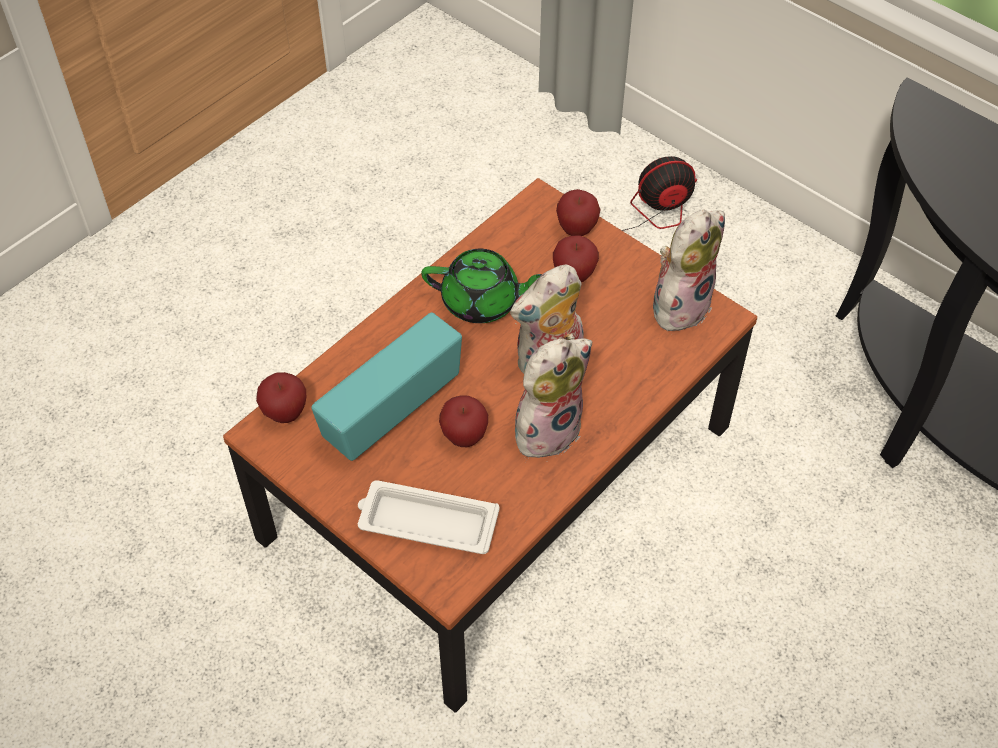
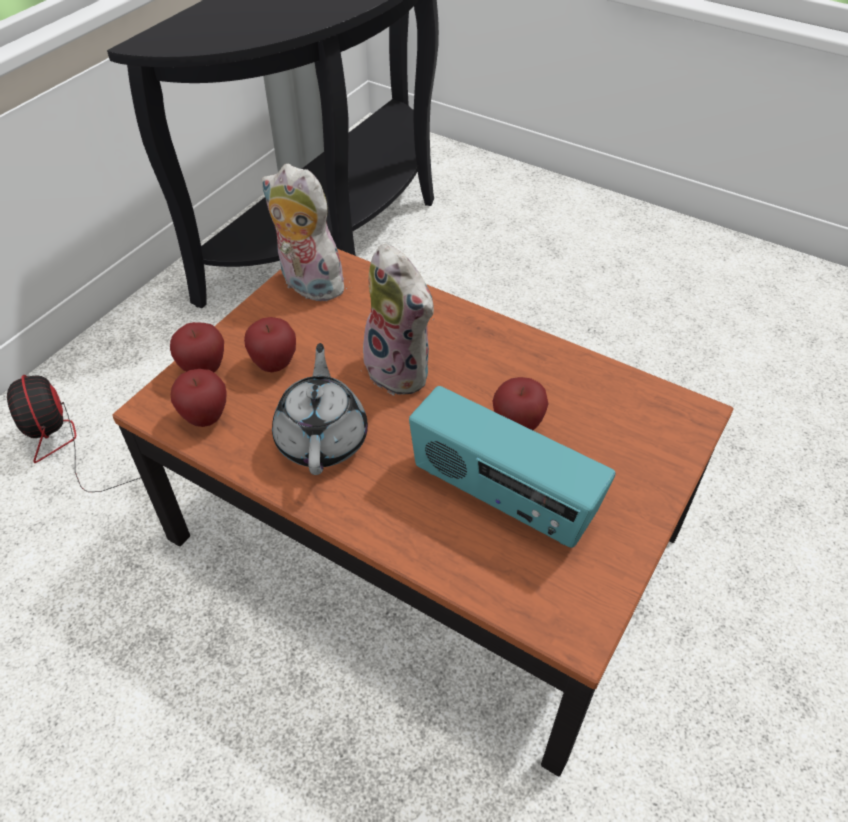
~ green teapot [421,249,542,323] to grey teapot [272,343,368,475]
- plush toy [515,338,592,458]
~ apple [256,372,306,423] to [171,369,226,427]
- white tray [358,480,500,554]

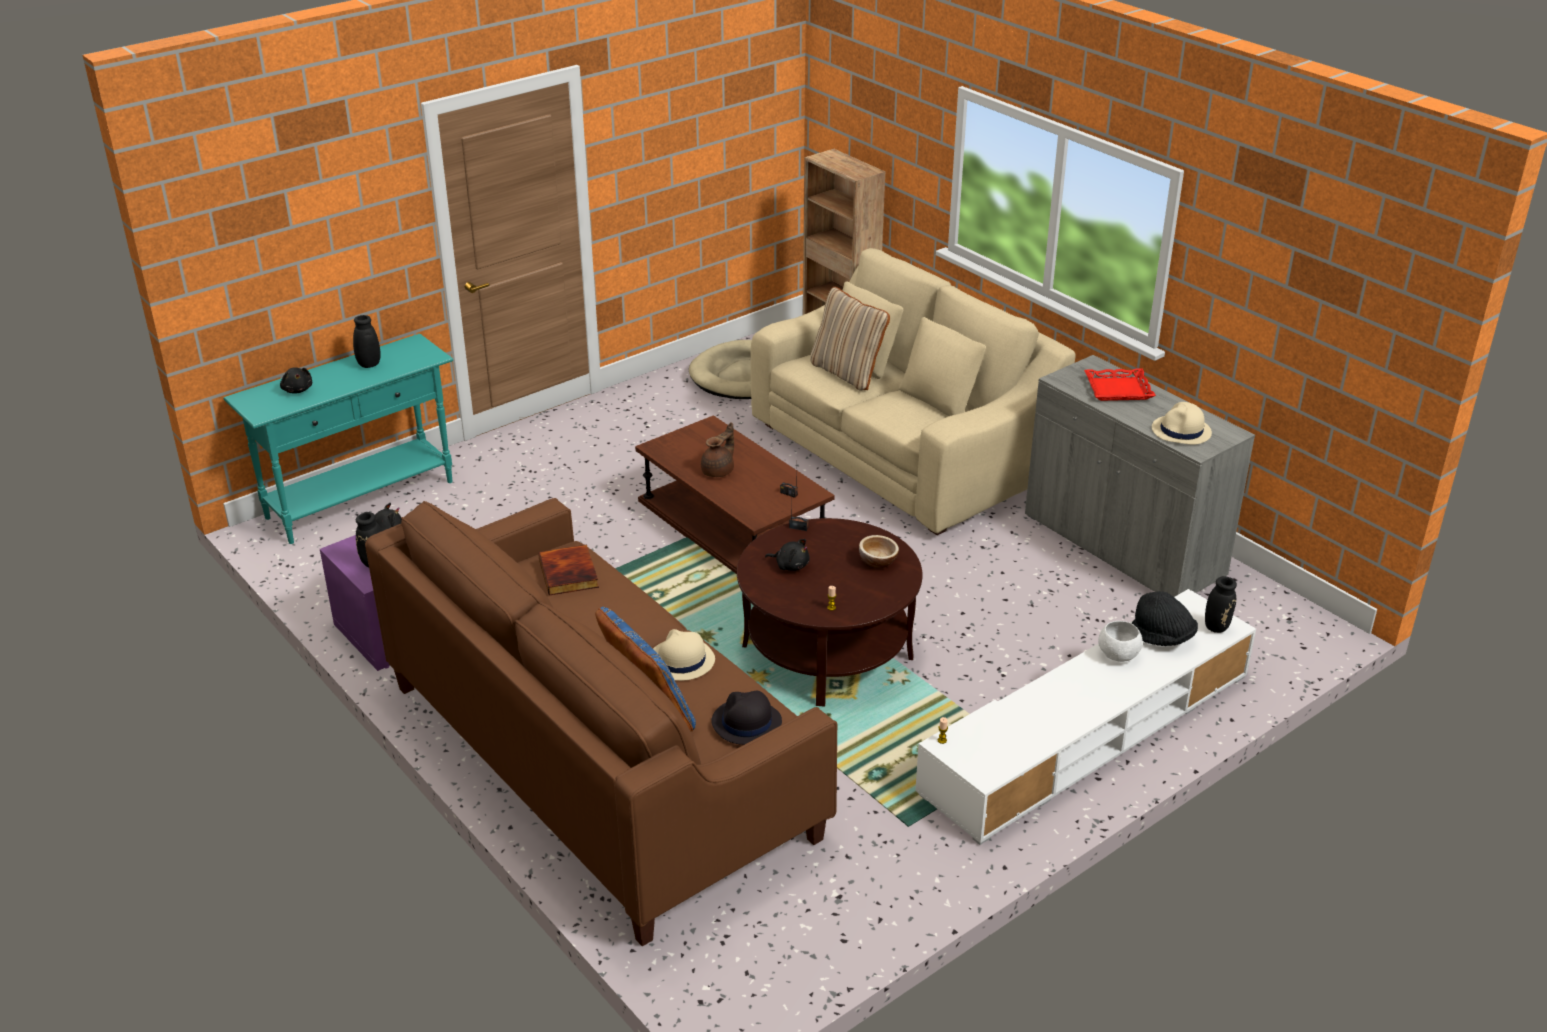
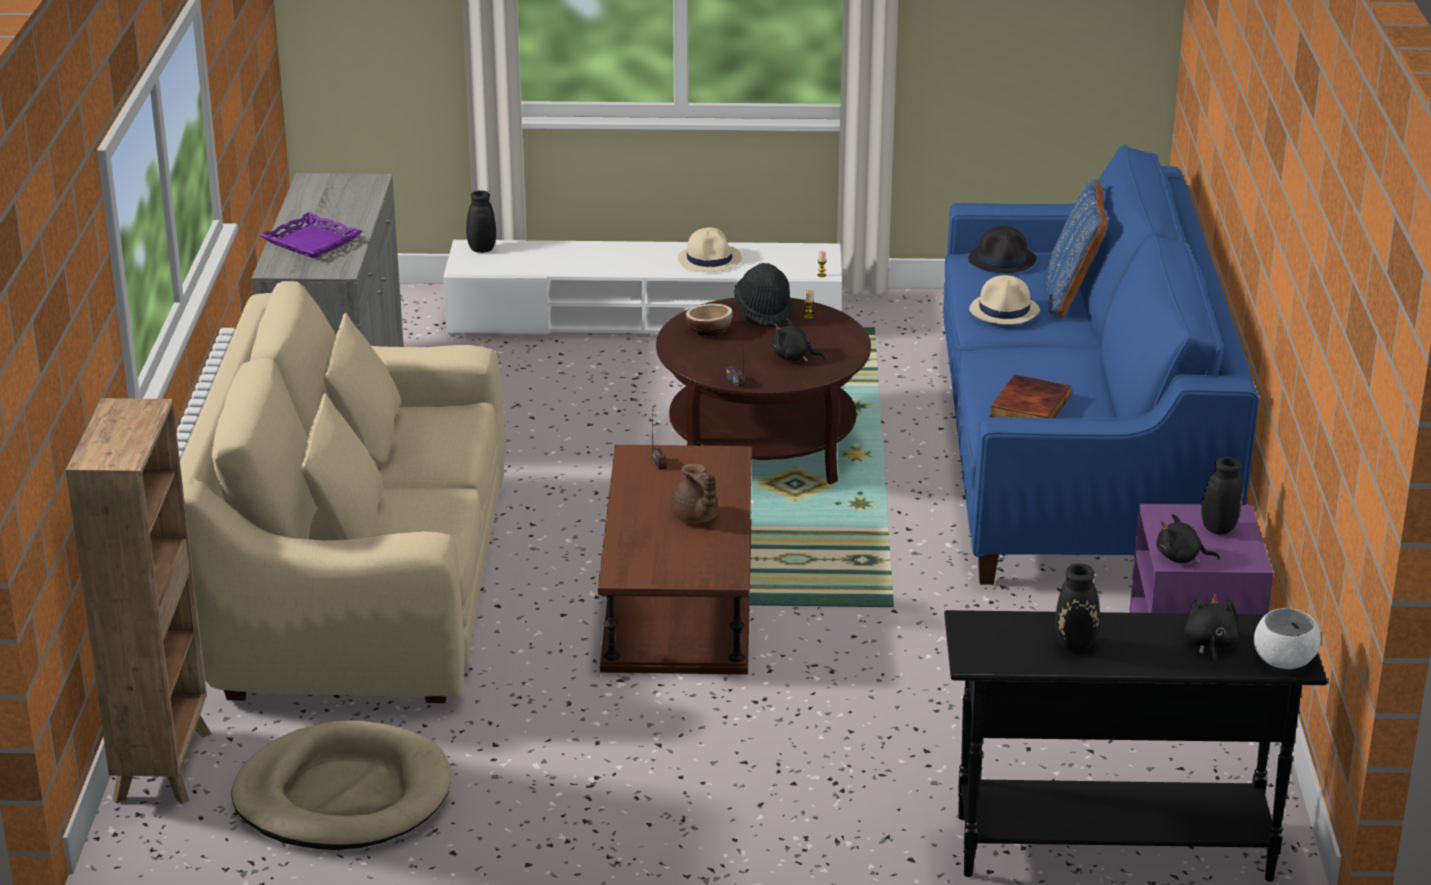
- beige pillow [810,287,890,391]
~ turquoise console table [223,334,453,544] to black console table [944,610,1327,882]
~ red tray [1084,368,1156,401] to purple tray [260,212,363,259]
~ beige hat [1152,402,1212,445] to [678,227,742,272]
~ brown teapot [701,423,734,477] = [670,464,718,523] 105 degrees counterclockwise
~ brown sofa [365,498,837,946] to blue sofa [943,145,1259,585]
~ black plush toy [765,539,810,571] = [772,318,826,362] 45 degrees counterclockwise
~ black hat [1132,591,1198,646] to [734,263,793,327]
~ white bowl [1098,621,1143,662] to [1254,608,1321,669]

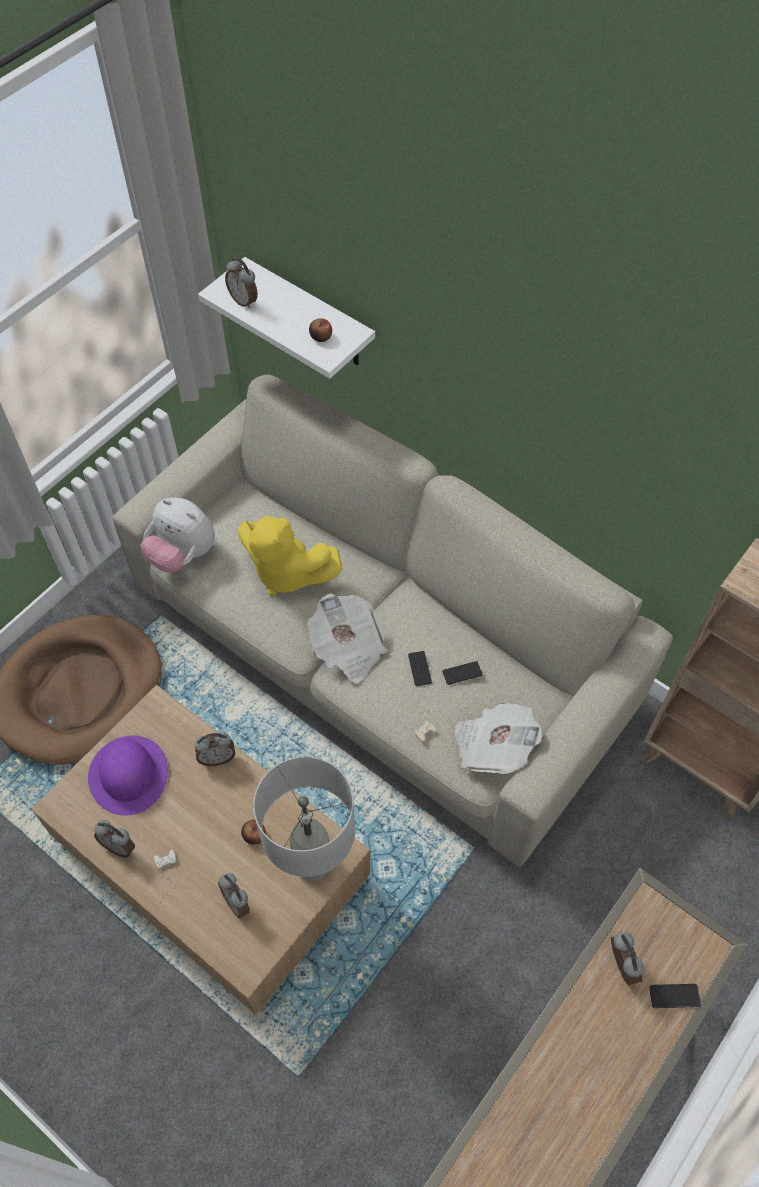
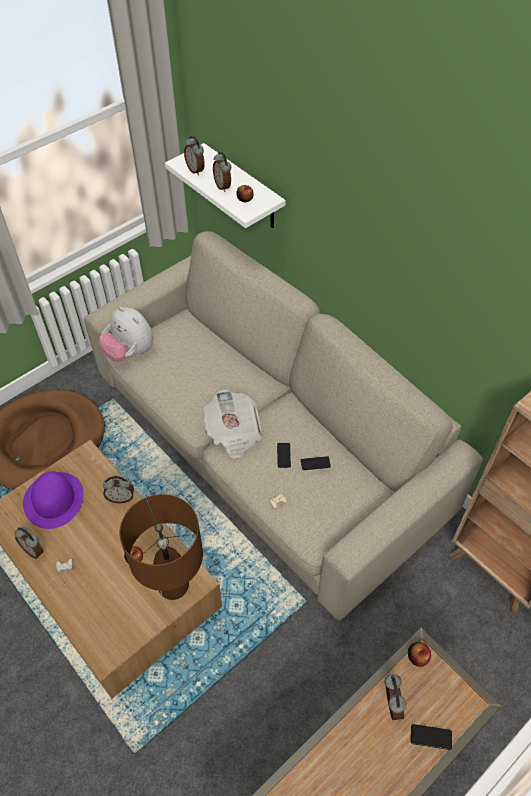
- yellow plush toy [238,516,343,596]
- newspaper [455,702,542,774]
~ grey table lamp [253,757,355,881] to brown table lamp [119,494,203,600]
~ alarm clock [218,873,250,919] to [213,152,231,192]
+ apple [408,642,431,667]

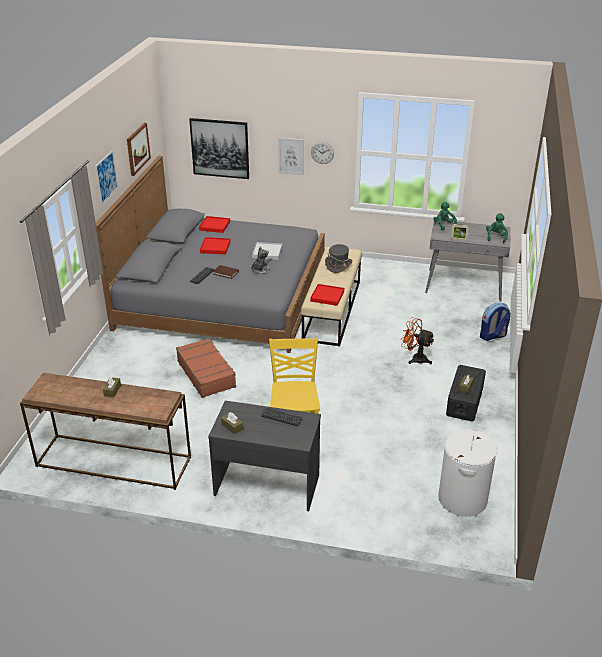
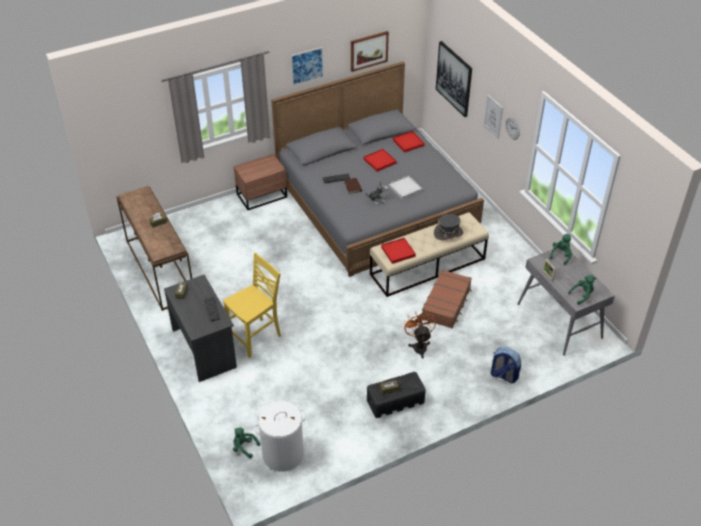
~ brown suitcase [176,338,236,398] to [422,269,472,328]
+ brown nightstand [234,154,287,210]
+ green plush toy [233,427,260,458]

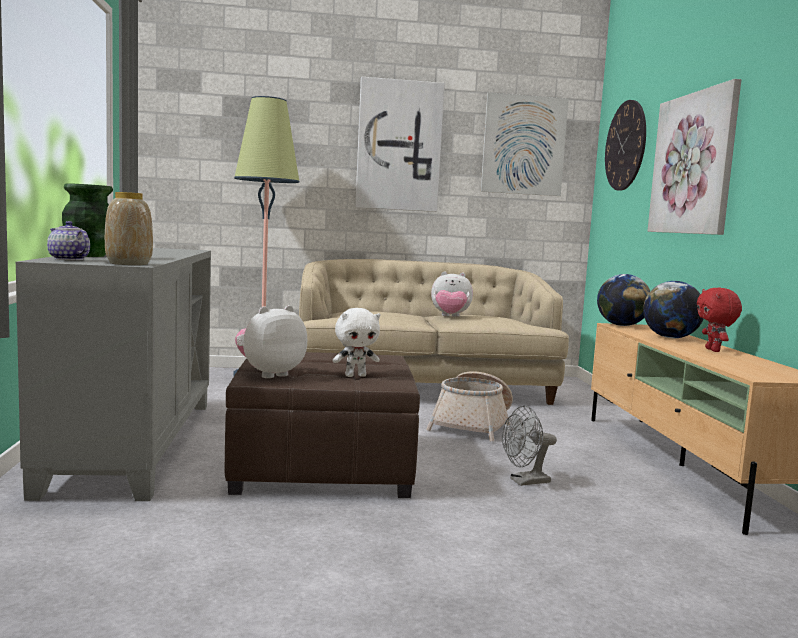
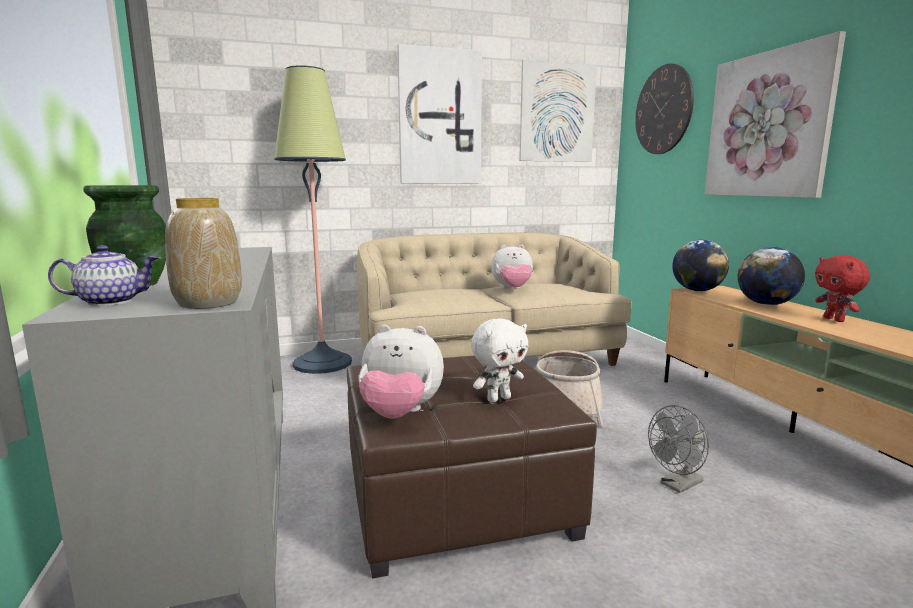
~ teapot [47,221,90,260] = [48,245,159,306] 135 degrees clockwise
~ plush toy [235,305,307,378] = [358,325,444,419] 120 degrees counterclockwise

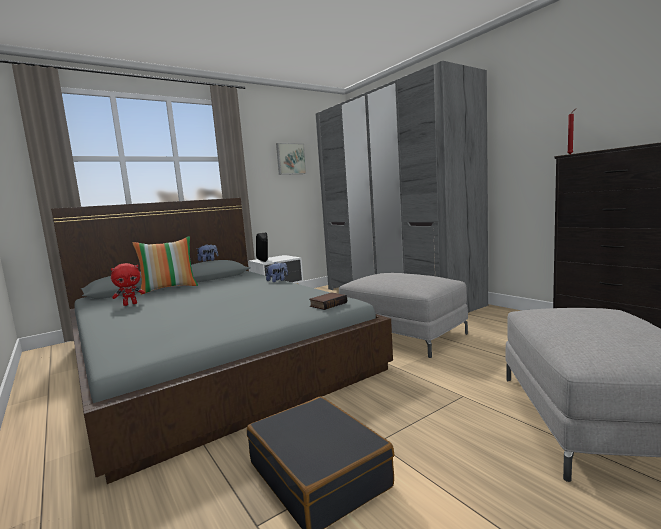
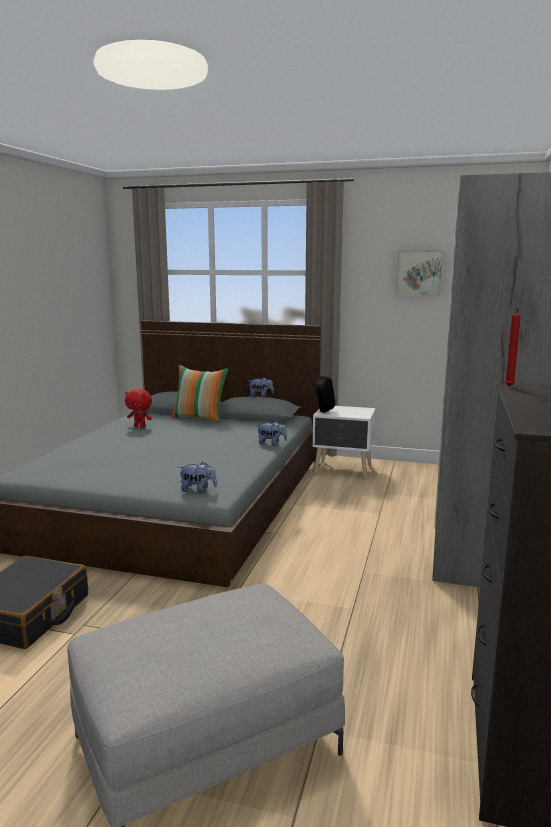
- grey ottoman [339,273,468,358]
~ book [309,292,347,310] to plush toy [179,461,217,493]

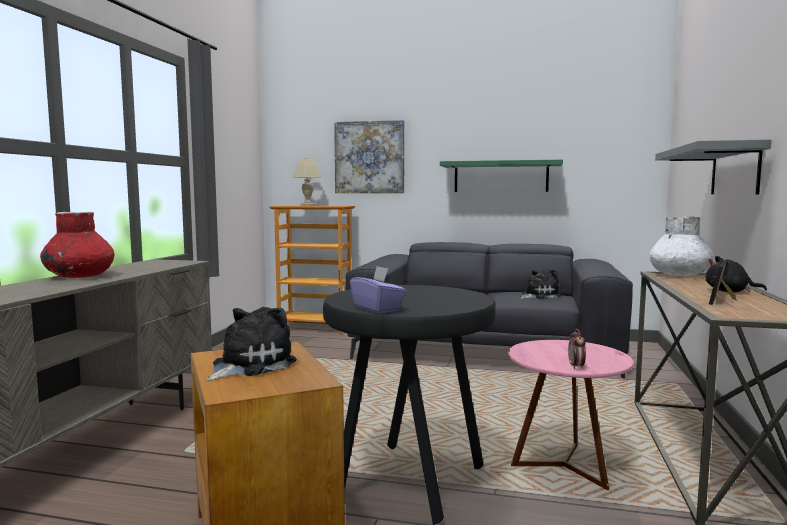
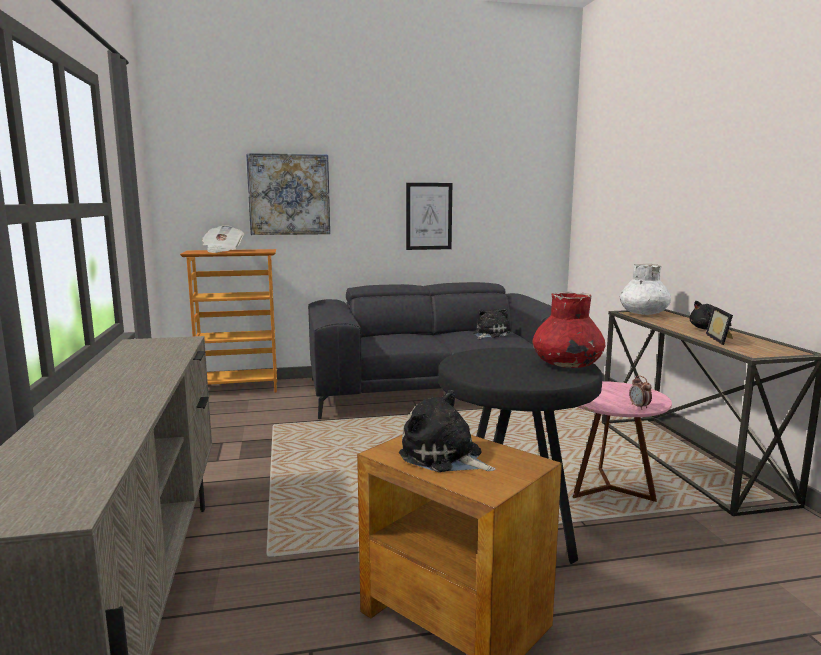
- grey shelf [655,139,771,195]
~ beige table lamp [293,158,322,206] to newspaper [202,225,244,253]
~ green shelf [440,159,563,192] to picture [406,183,452,250]
~ red vase [40,212,115,278] to [533,291,605,368]
- purple tissue box [350,266,406,314]
~ plush toy [206,307,297,381] = [399,390,495,472] 60 degrees counterclockwise

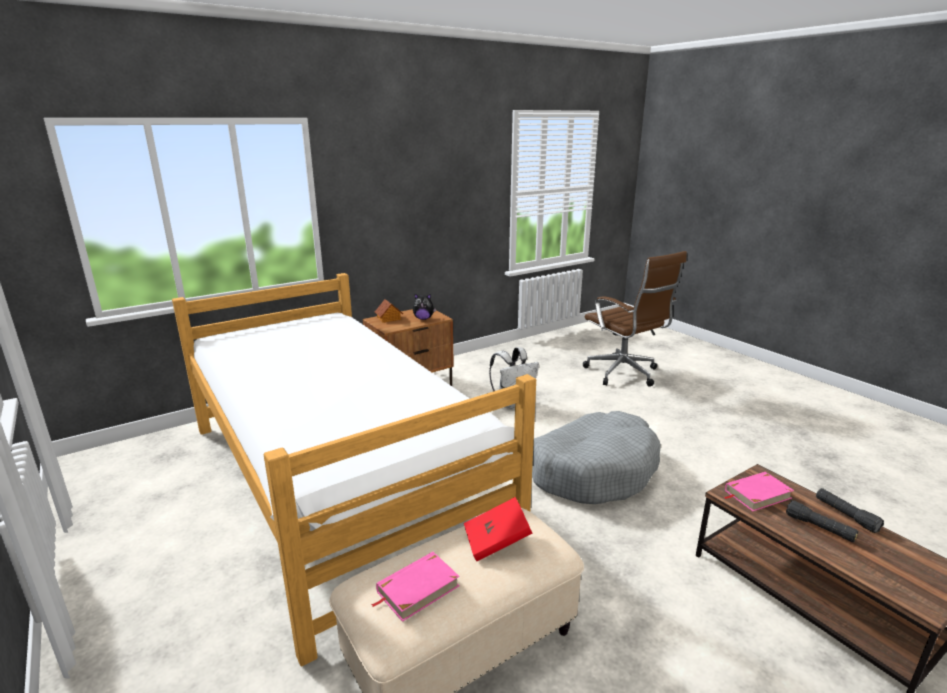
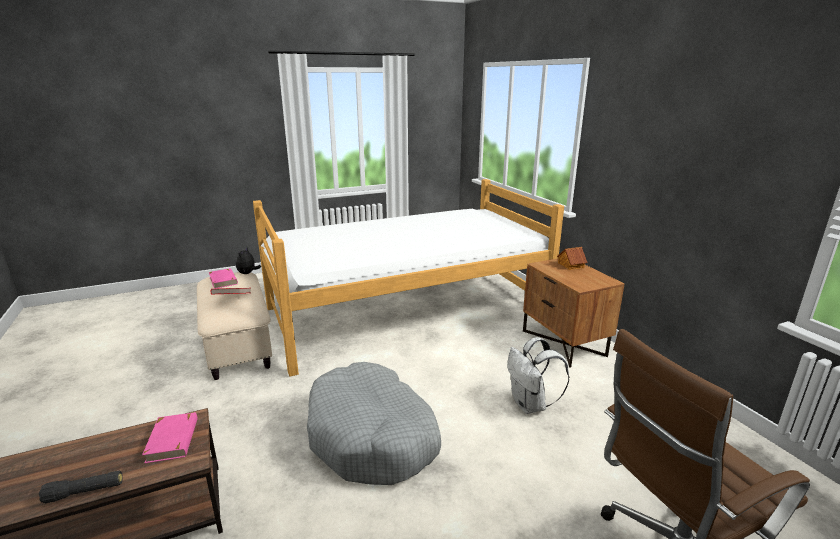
~ plush toy [413,294,436,320] to [236,247,261,274]
- black flashlight [786,500,858,542]

